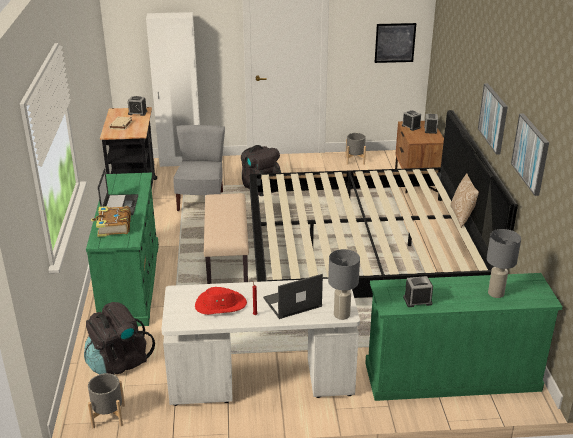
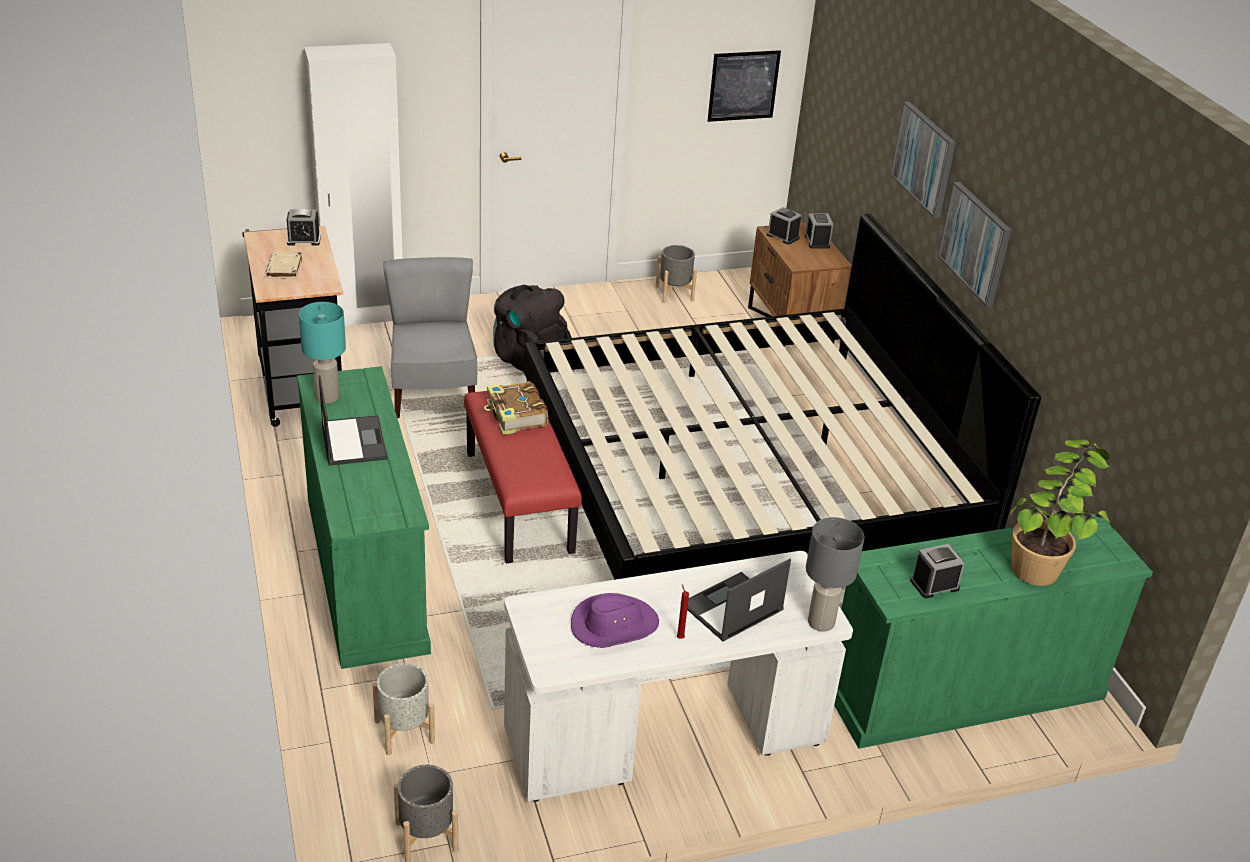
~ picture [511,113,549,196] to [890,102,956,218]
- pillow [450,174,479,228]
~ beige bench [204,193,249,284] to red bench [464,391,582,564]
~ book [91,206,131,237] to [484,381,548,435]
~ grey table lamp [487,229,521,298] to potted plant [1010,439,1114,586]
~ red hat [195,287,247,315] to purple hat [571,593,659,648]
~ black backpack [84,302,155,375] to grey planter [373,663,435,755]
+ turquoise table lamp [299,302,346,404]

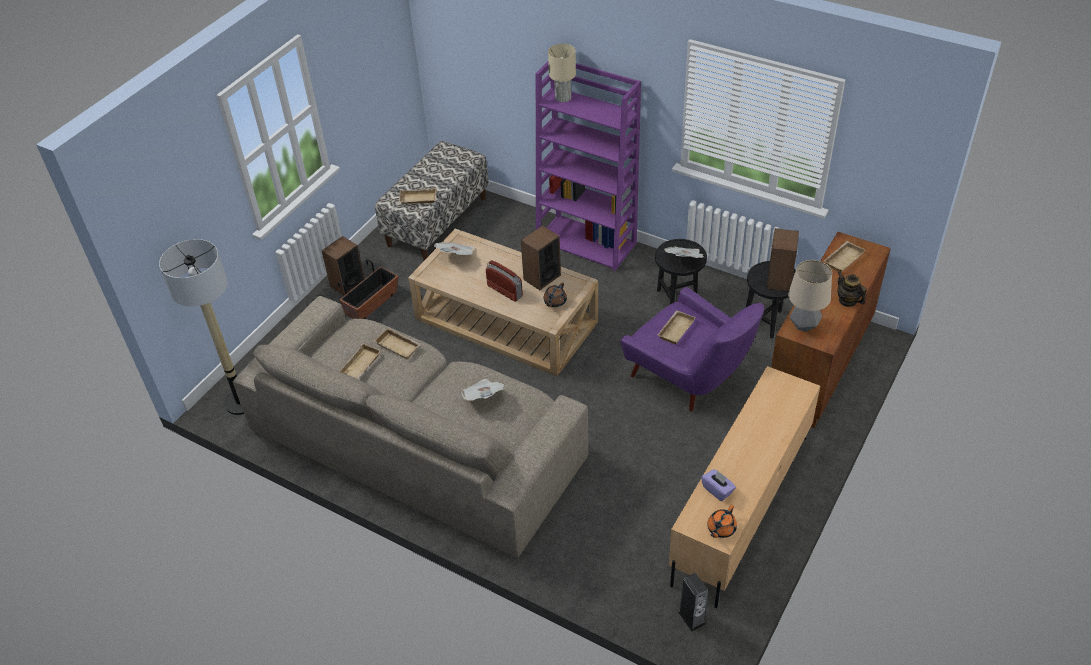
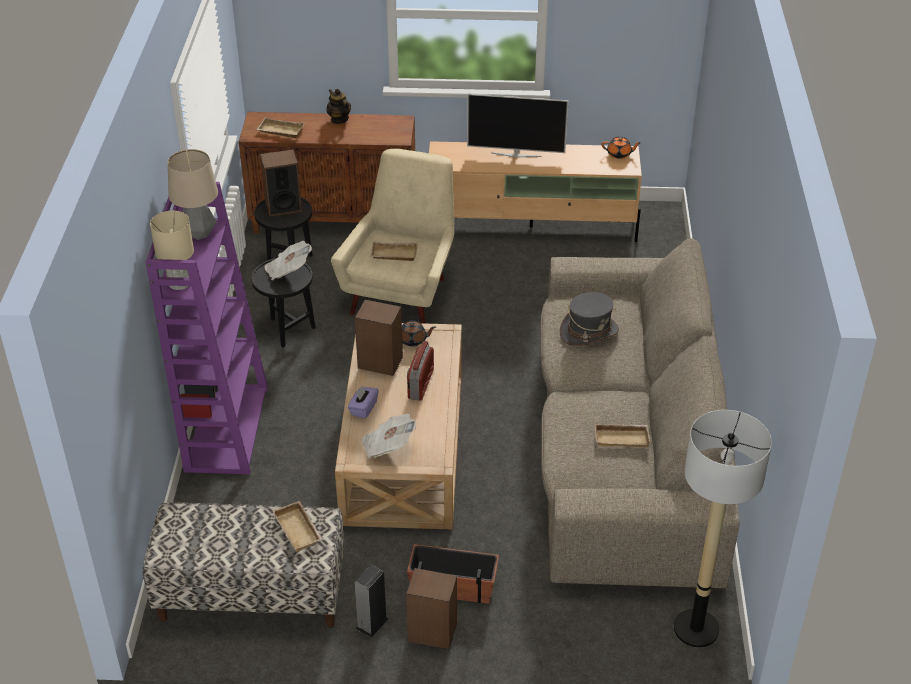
~ table lamp [788,260,832,332] to [168,149,218,240]
~ teapot [837,272,867,307] = [326,89,351,124] 120 degrees clockwise
~ purple armchair [620,287,764,411] to beige armchair [331,149,454,324]
- beige tray [374,328,420,359]
~ newspaper [461,379,504,401] to grey hat [560,292,619,346]
~ purple tissue box [701,469,736,501] to [348,385,379,419]
~ speaker [678,573,709,632] to [354,565,388,638]
+ television [467,94,569,157]

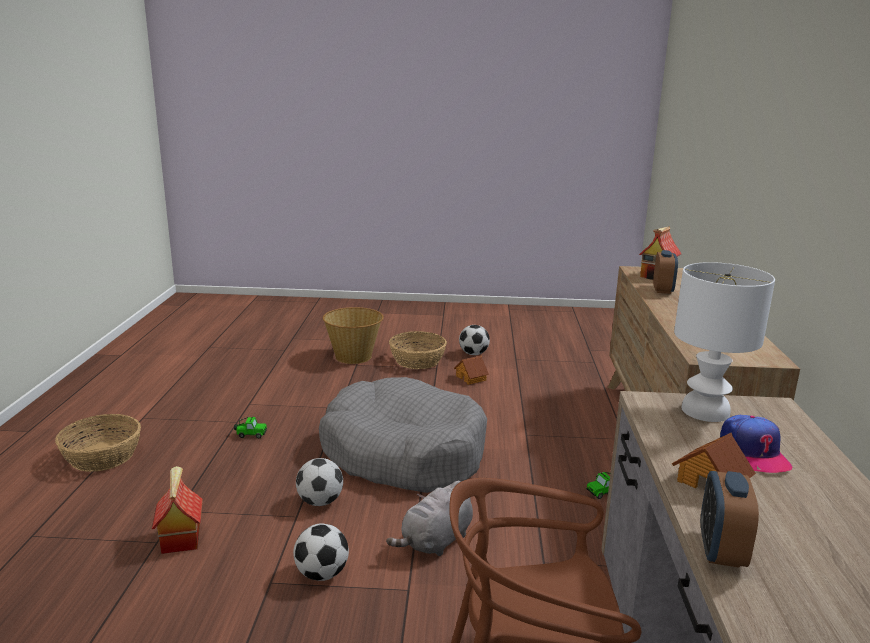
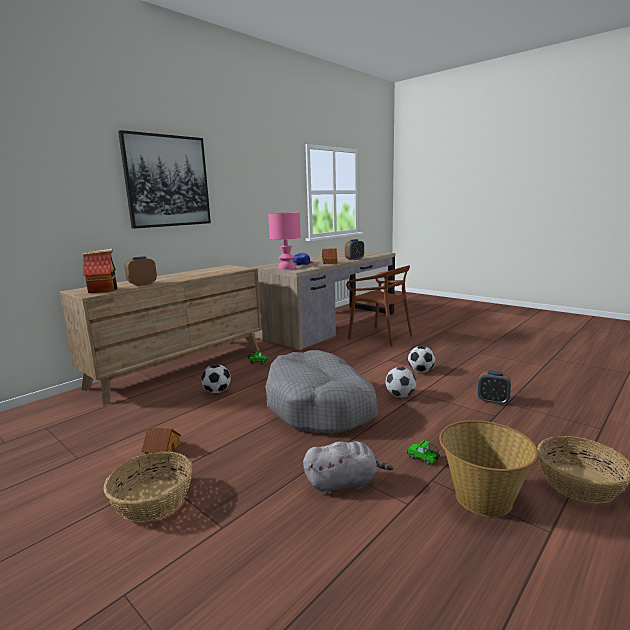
~ white table lamp [674,262,775,422] to pink table lamp [268,212,301,270]
~ basket [323,307,384,364] to [439,420,538,517]
~ football [459,325,490,355] to [201,364,231,393]
~ toy house [152,466,203,554] to alarm clock [478,371,511,405]
~ grey plush toy [386,481,473,556] to [303,441,394,495]
+ picture [118,130,211,229]

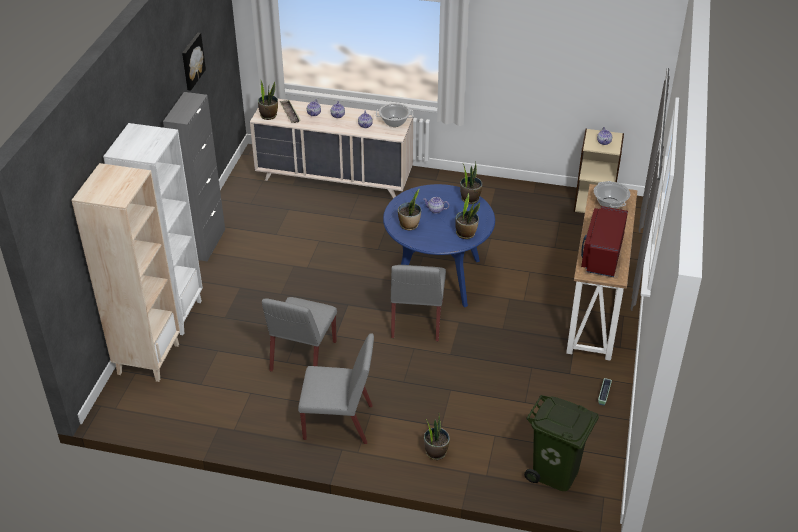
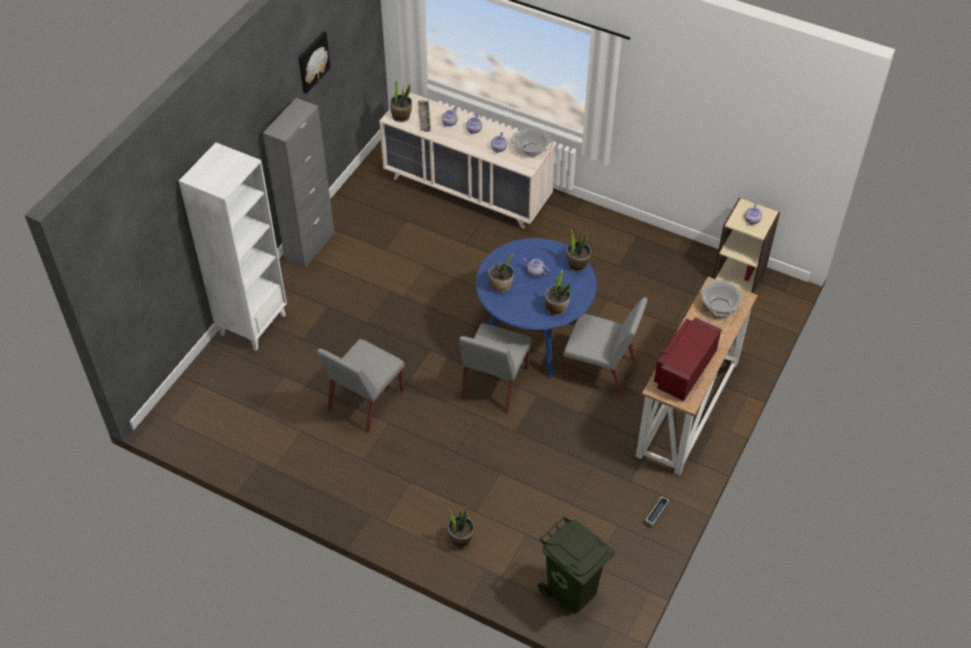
- beige bookcase [71,163,180,382]
~ grey chair [298,333,374,444] to [564,297,647,397]

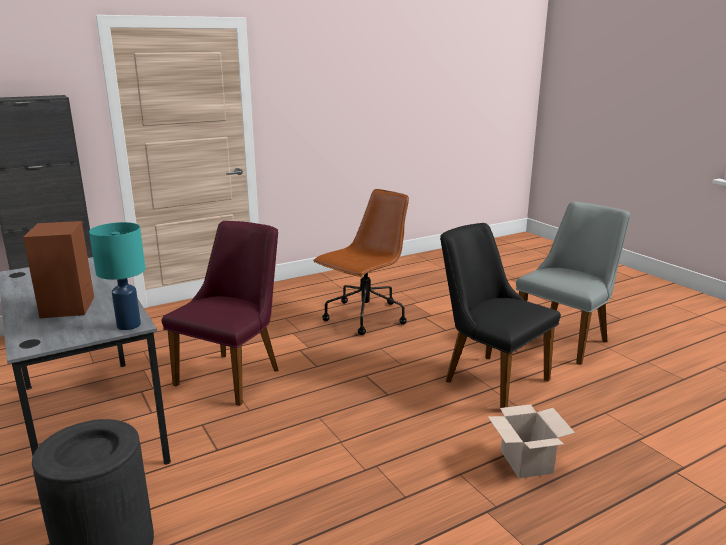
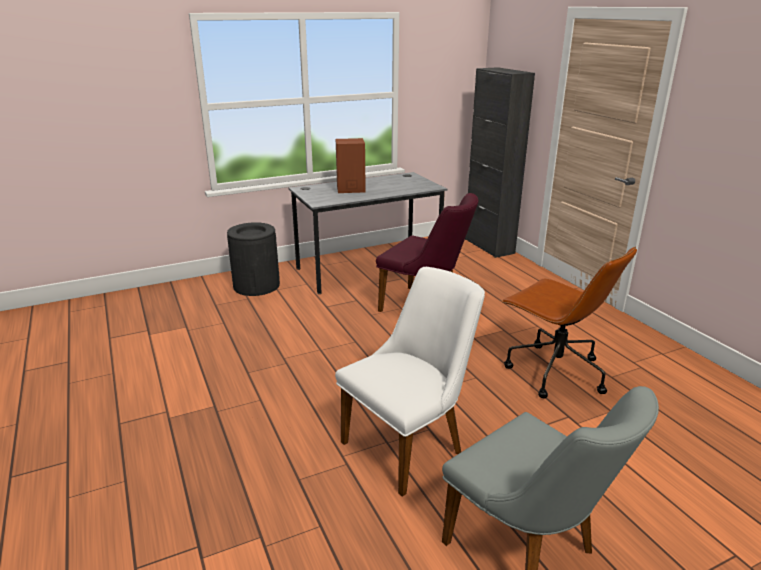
- turquoise table lamp [89,222,146,330]
~ black chair [440,223,561,410] to white chair [335,267,485,496]
- cardboard box [488,404,575,478]

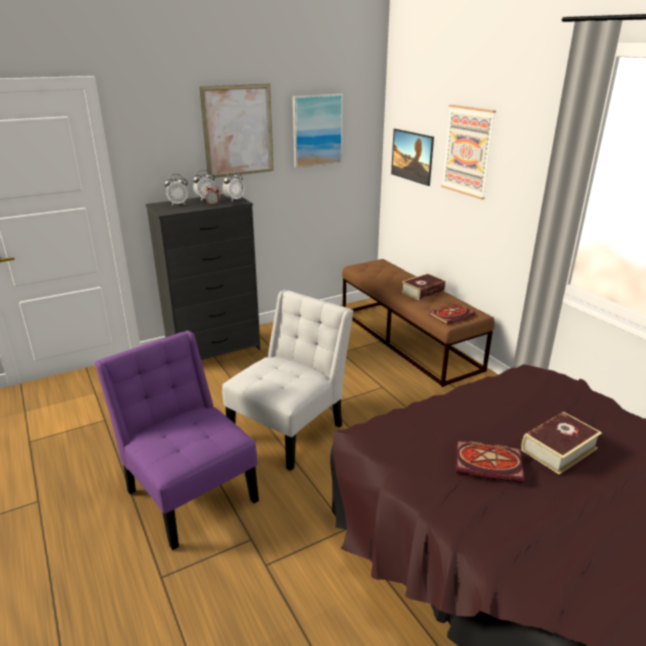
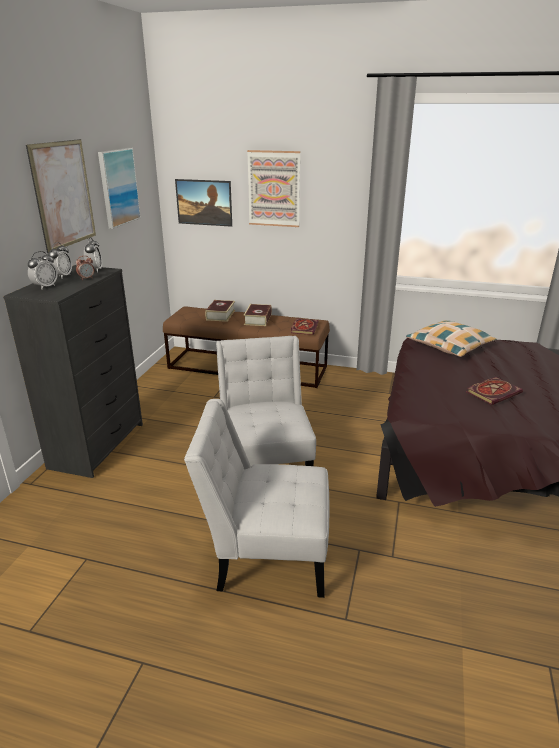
~ purple chair [95,331,259,550] to white chair [184,399,329,598]
~ book [521,412,602,475] to [205,300,235,322]
+ pillow [406,321,496,357]

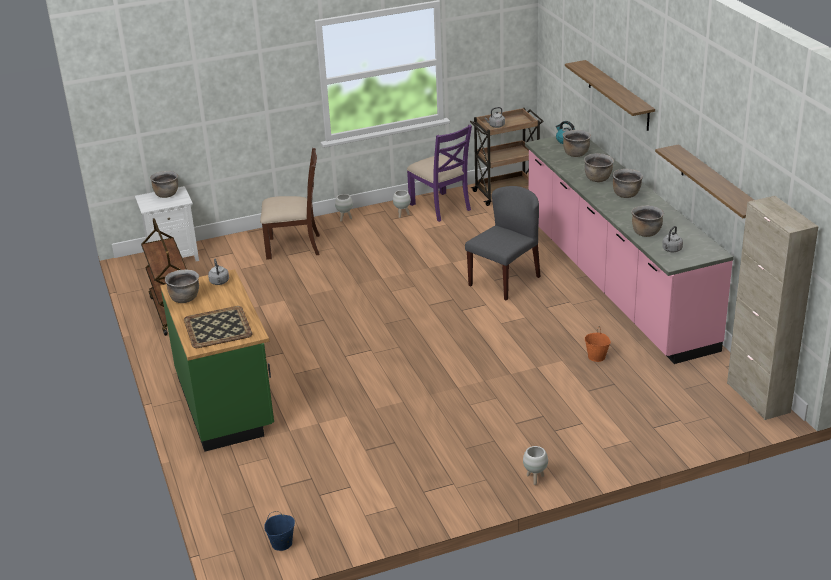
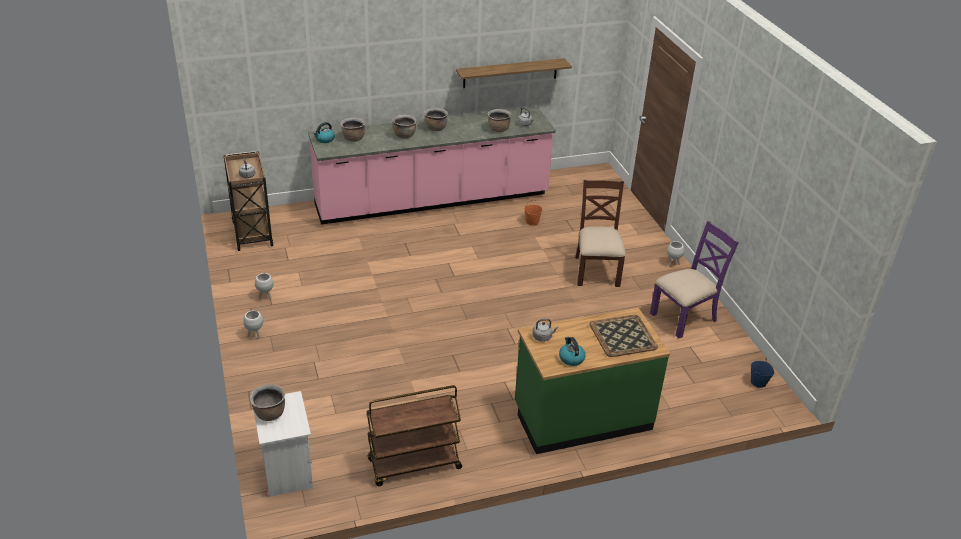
- shelf [565,60,655,131]
~ purple chair [407,125,472,222] to [650,221,739,338]
~ brown chair [260,148,320,260] to [575,180,626,287]
- grey chair [465,186,541,301]
- beige cabinet [727,196,819,420]
~ brown cooking pot [165,269,199,303] to kettle [559,337,586,366]

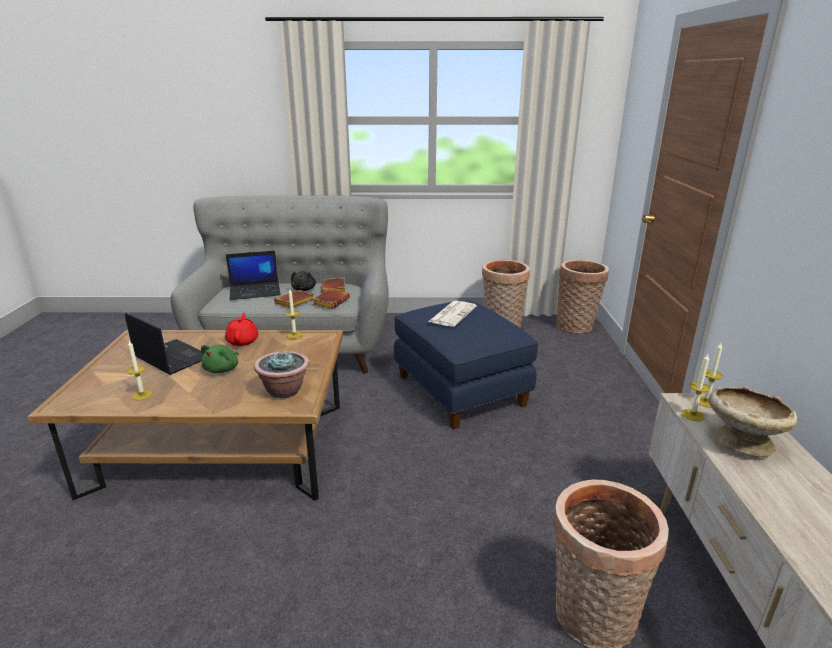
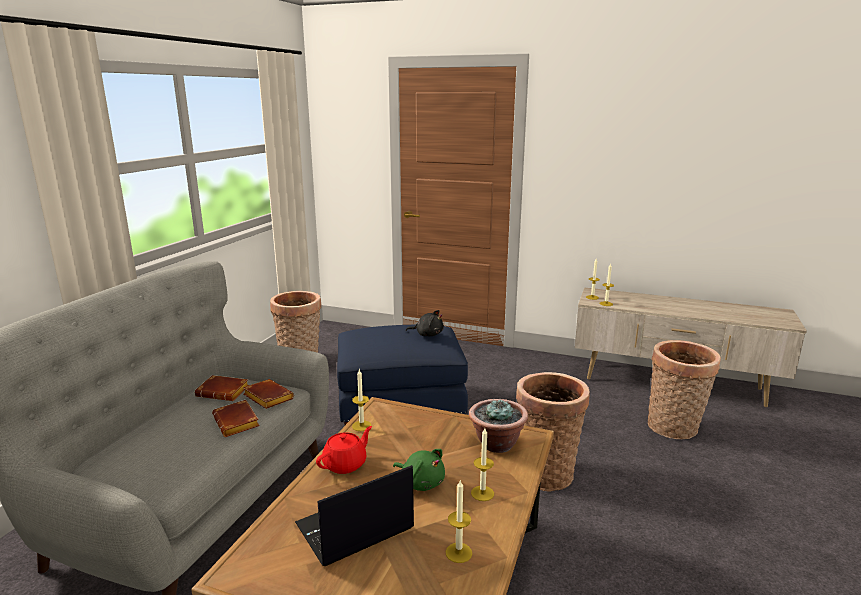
- laptop [226,251,281,300]
~ basket [556,260,609,334] to [516,372,590,491]
~ black plush toy [291,271,316,291] to [406,310,444,336]
- newspaper [428,301,477,327]
~ red teapot [225,313,258,346] = [316,426,372,474] 120 degrees clockwise
- beige bowl [709,386,798,457]
+ candle [471,428,494,501]

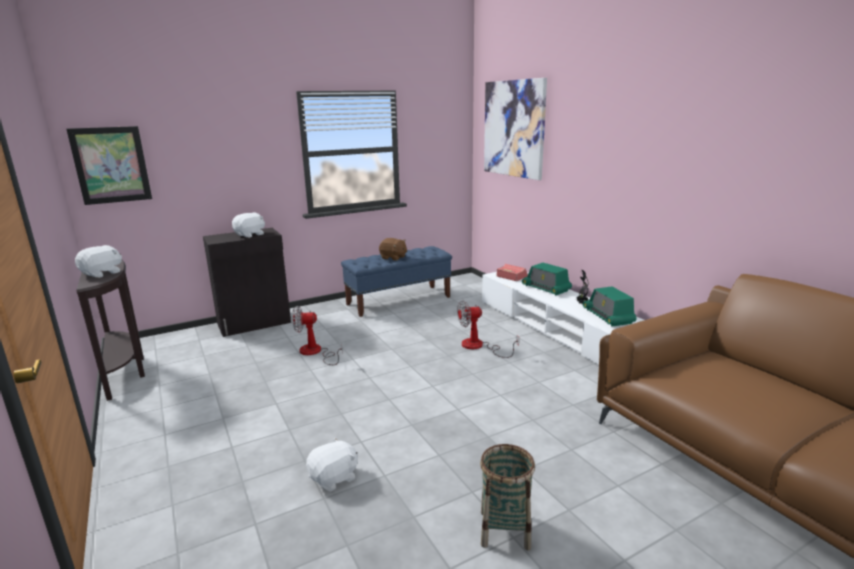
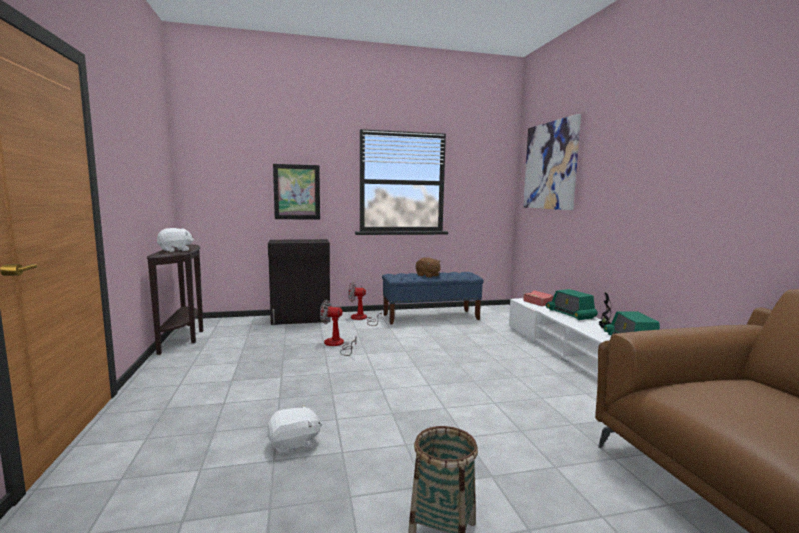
~ picture [66,126,152,205] to [273,164,320,219]
- white plush toy [232,212,265,238]
~ fan [457,301,519,358] to [348,282,382,326]

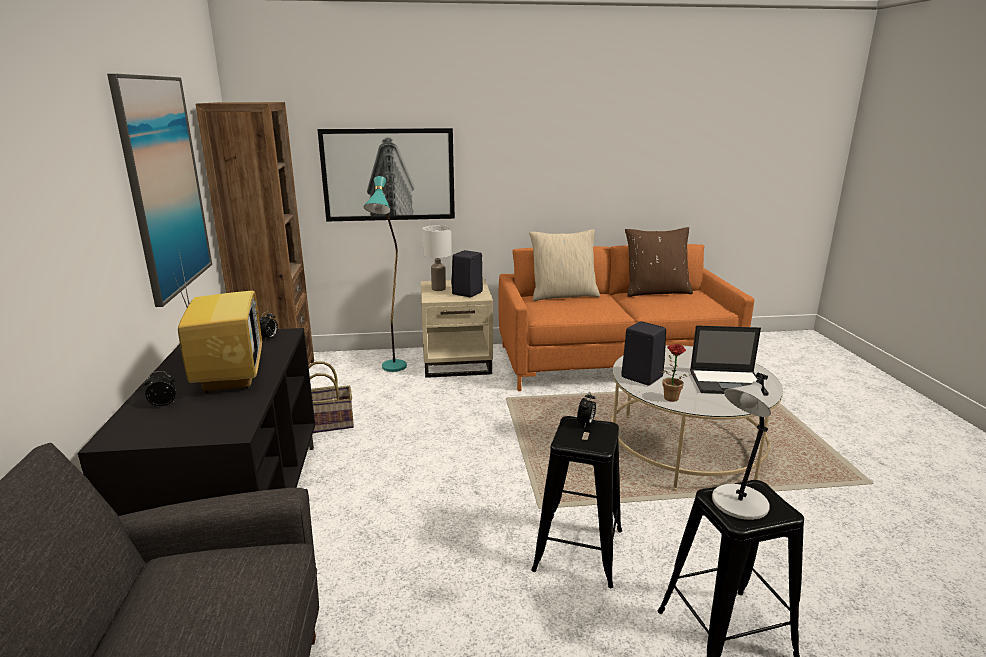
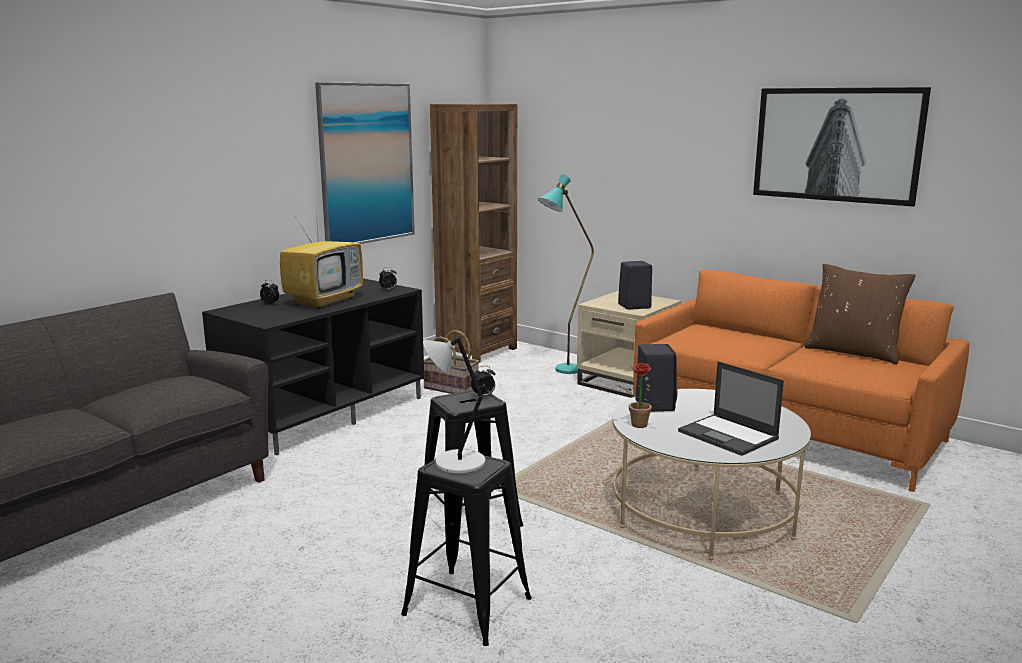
~ picture [317,128,455,222] to [753,87,931,207]
- white table lamp [422,225,452,291]
- beige pillow [529,229,600,301]

